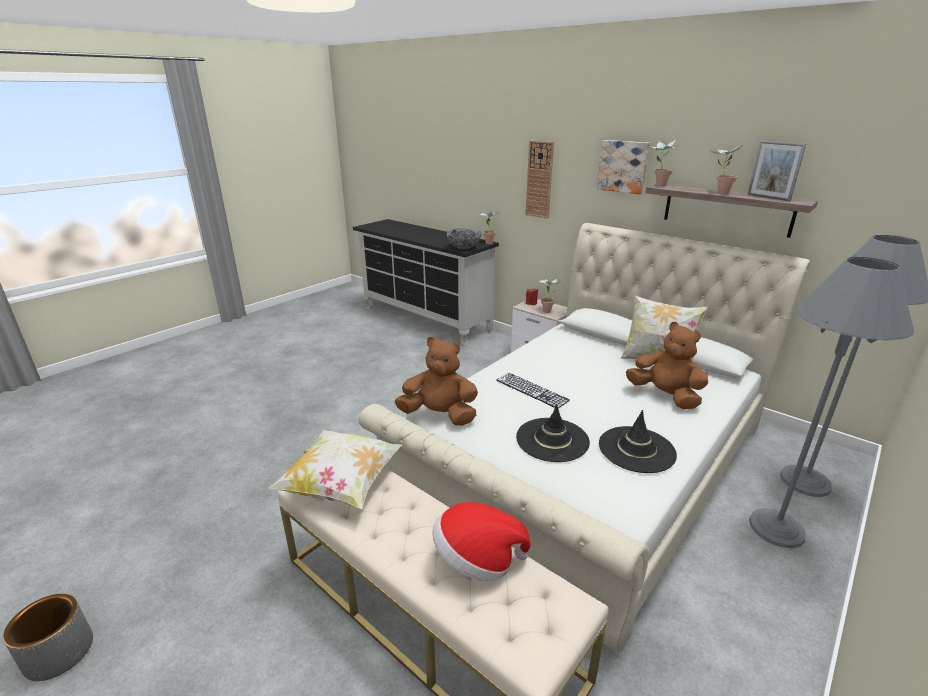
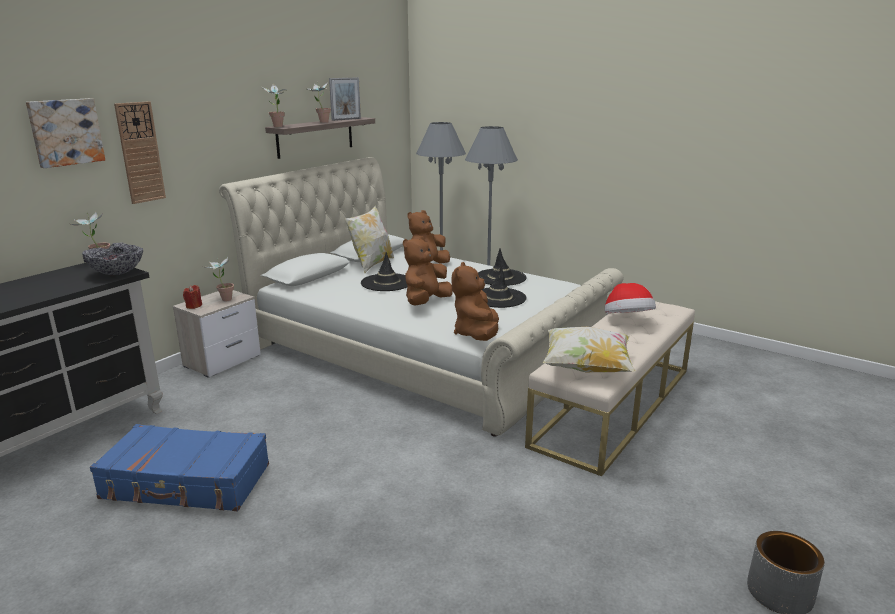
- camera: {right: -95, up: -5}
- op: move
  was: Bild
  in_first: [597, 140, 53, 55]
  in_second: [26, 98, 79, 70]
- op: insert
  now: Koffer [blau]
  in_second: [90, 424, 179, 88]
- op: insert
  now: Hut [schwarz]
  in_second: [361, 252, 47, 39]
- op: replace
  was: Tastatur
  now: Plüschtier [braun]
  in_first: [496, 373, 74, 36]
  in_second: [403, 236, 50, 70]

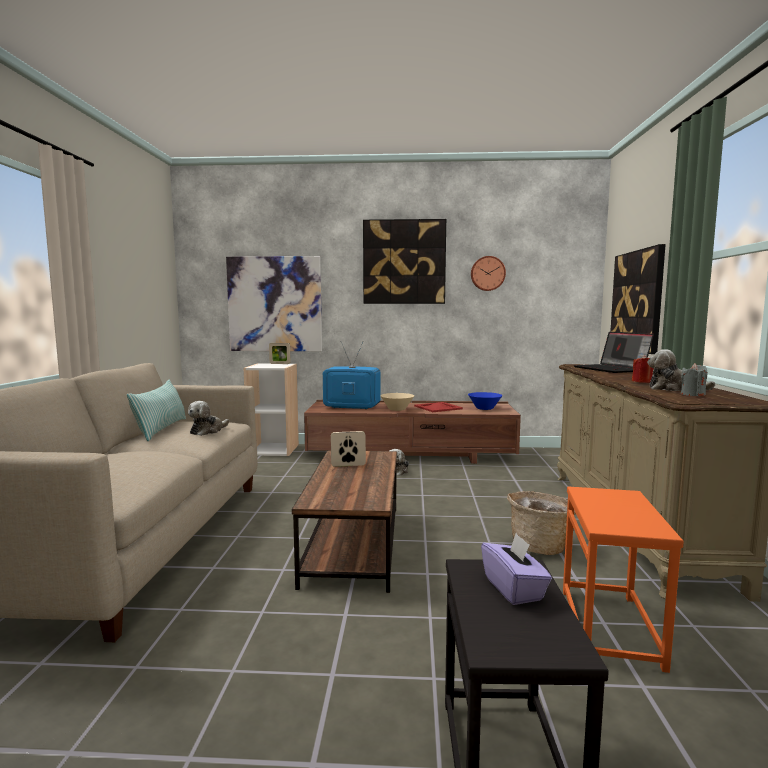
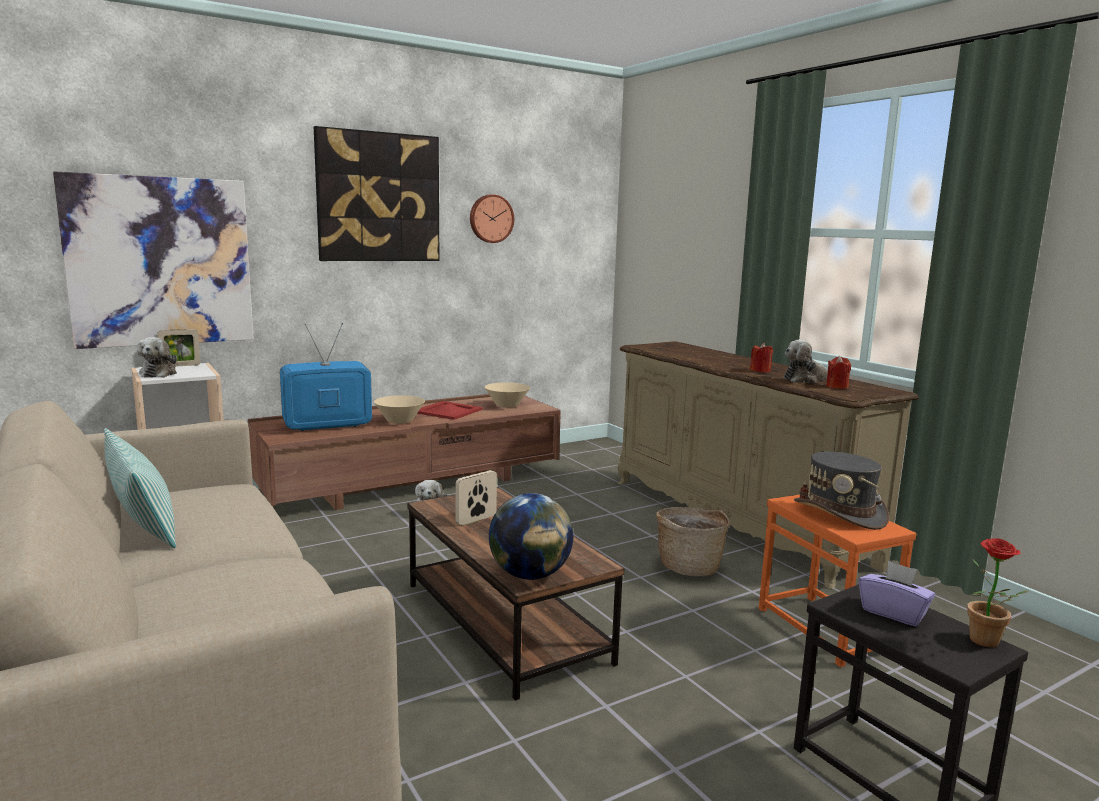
- camera: {right: -35, up: 5}
- op: move
  was: Plüschtier
  in_first: [188, 401, 41, 35]
  in_second: [137, 337, 40, 41]
- op: recolor
  was: Schüssel [blau]
  now: Schüssel [beige]
  in_first: [468, 392, 35, 18]
  in_second: [485, 382, 45, 26]
- op: insert
  now: Globus
  in_second: [489, 493, 84, 87]
- op: insert
  now: Hut [grau]
  in_second: [794, 451, 95, 79]
- op: recolor
  was: Kerze [grau]
  now: Kerze [rot]
  in_first: [681, 363, 27, 33]
  in_second: [826, 356, 25, 33]
- op: insert
  now: Topfpflanze
  in_second: [967, 538, 61, 110]
- op: delete
  was: Laptop
  in_first: [574, 332, 80, 41]
- op: delete
  was: Bild
  in_first: [610, 244, 56, 110]

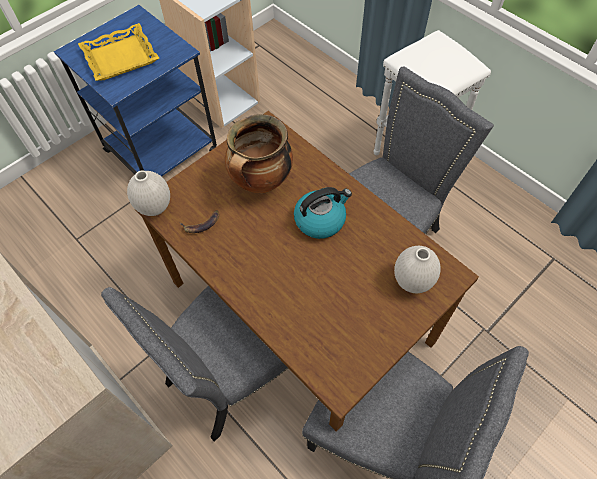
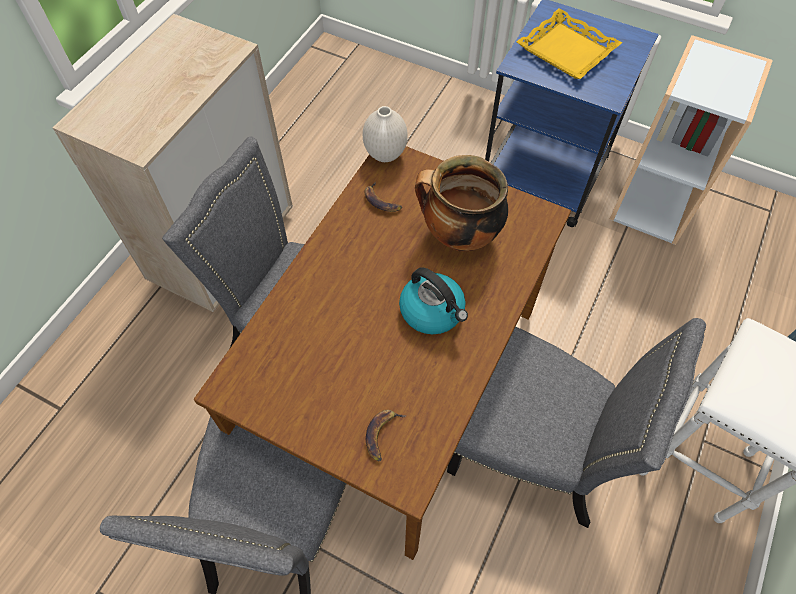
- camera: {right: 70, up: 0}
- op: replace
  was: Vase [weiß]
  now: Banane
  in_first: [394, 246, 47, 47]
  in_second: [366, 410, 41, 51]

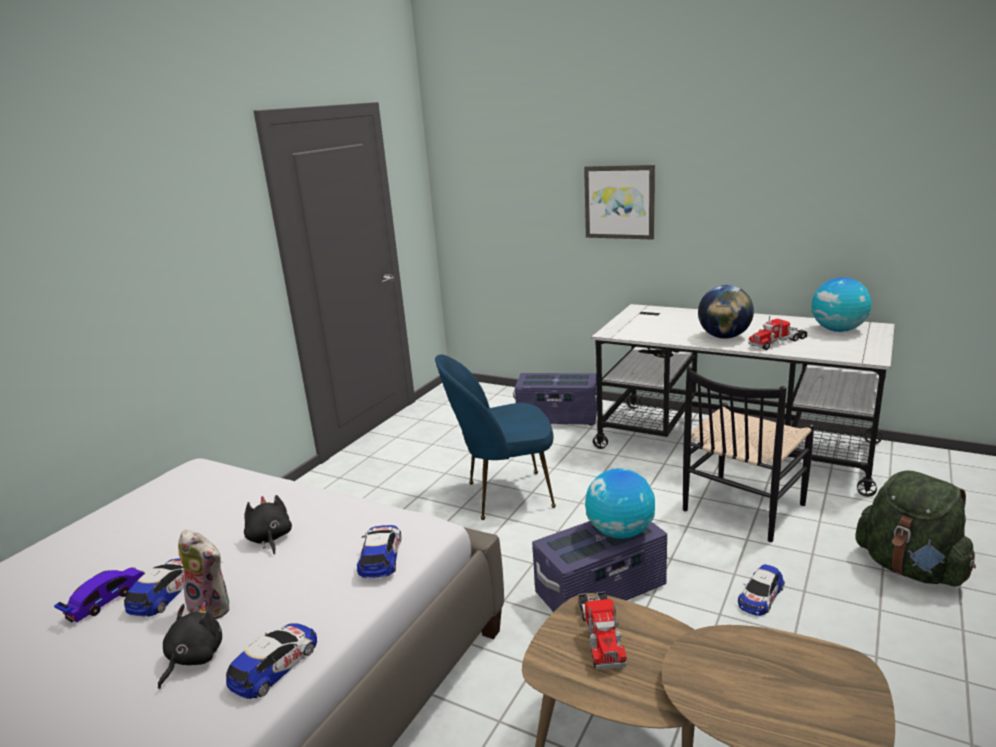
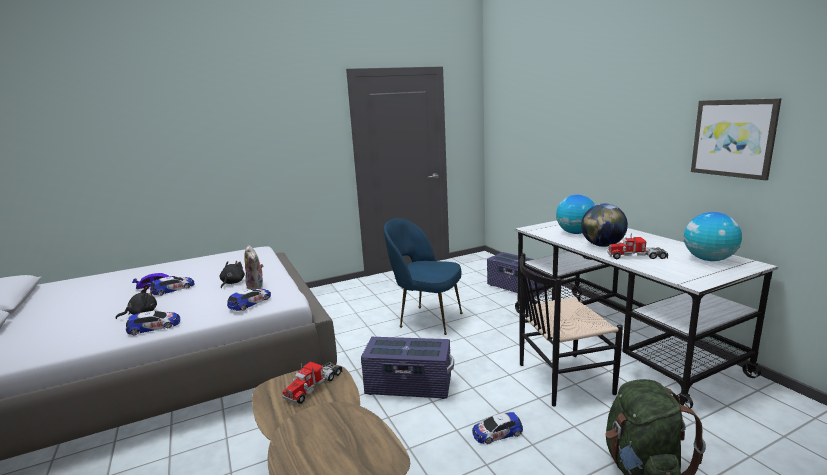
- camera: {right: 35, up: -5}
- op: move
  was: Plüschtier
  in_first: [178, 529, 51, 90]
  in_second: [245, 245, 19, 44]
- op: move
  was: Globus
  in_first: [585, 468, 70, 71]
  in_second: [556, 195, 39, 39]
- op: move
  was: Bild
  in_first: [584, 165, 71, 75]
  in_second: [691, 98, 91, 82]

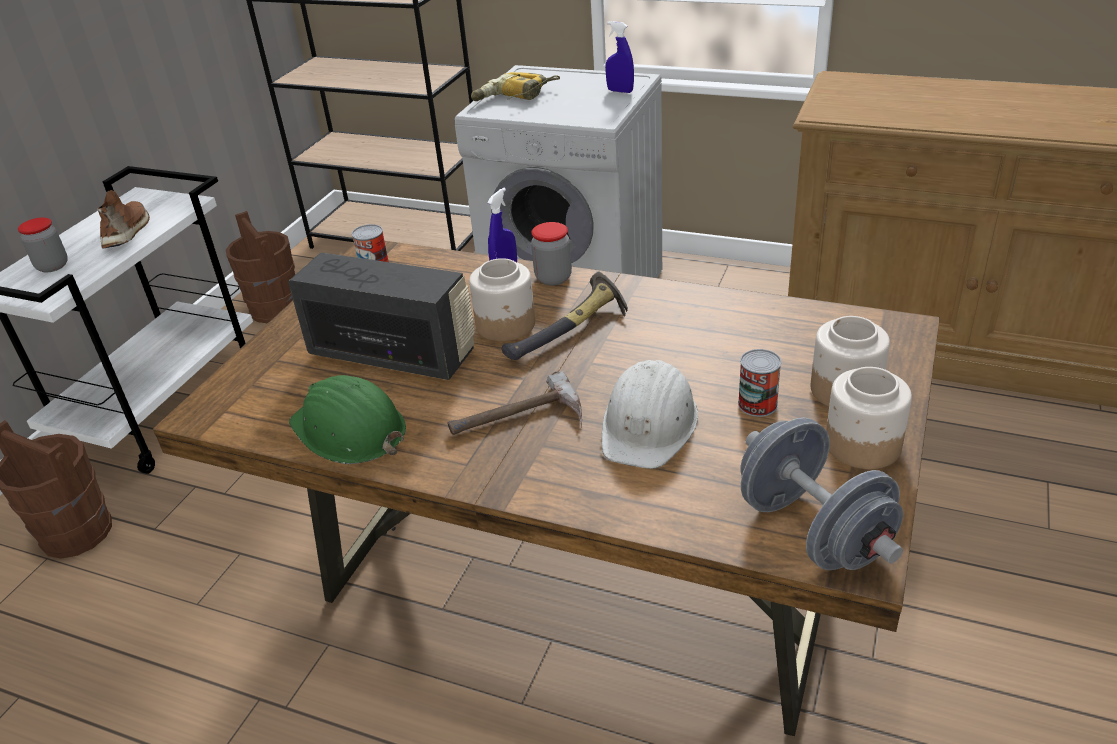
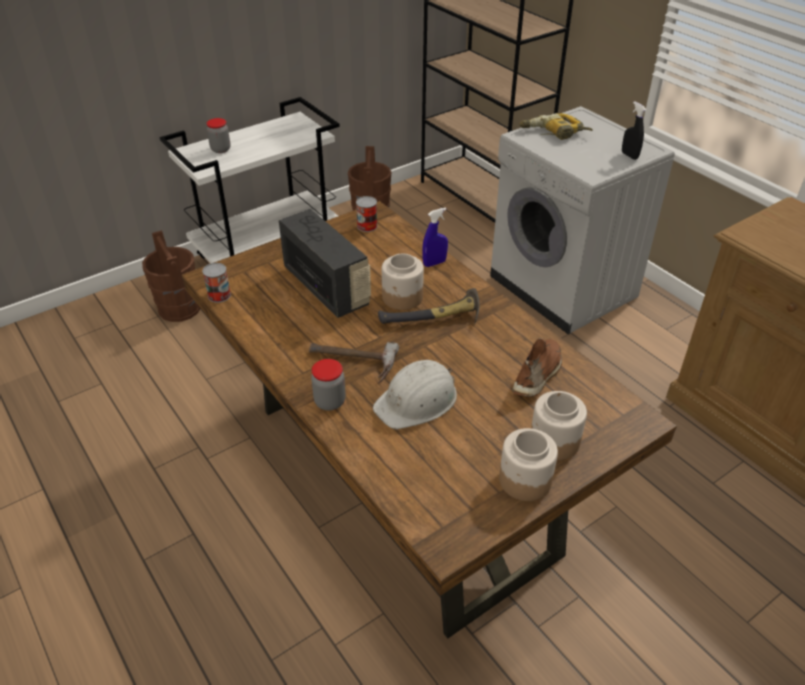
- camera: {right: 30, up: 5}
- op: move
  was: Dose
  in_first: [738, 349, 43, 68]
  in_second: [202, 263, 29, 40]
- op: move
  was: Vorratsglas
  in_first: [531, 222, 41, 63]
  in_second: [311, 359, 35, 52]
- op: move
  was: Schuh [braun]
  in_first: [97, 190, 53, 59]
  in_second: [512, 338, 50, 59]
- op: recolor
  was: Sprühflasche [blau]
  now: Sprühflasche [schwarz]
  in_first: [605, 21, 29, 72]
  in_second: [622, 101, 24, 59]
- op: delete
  was: Schutzhelm [grün]
  in_first: [289, 375, 117, 89]
- op: delete
  was: Hantel [grau]
  in_first: [741, 418, 162, 152]

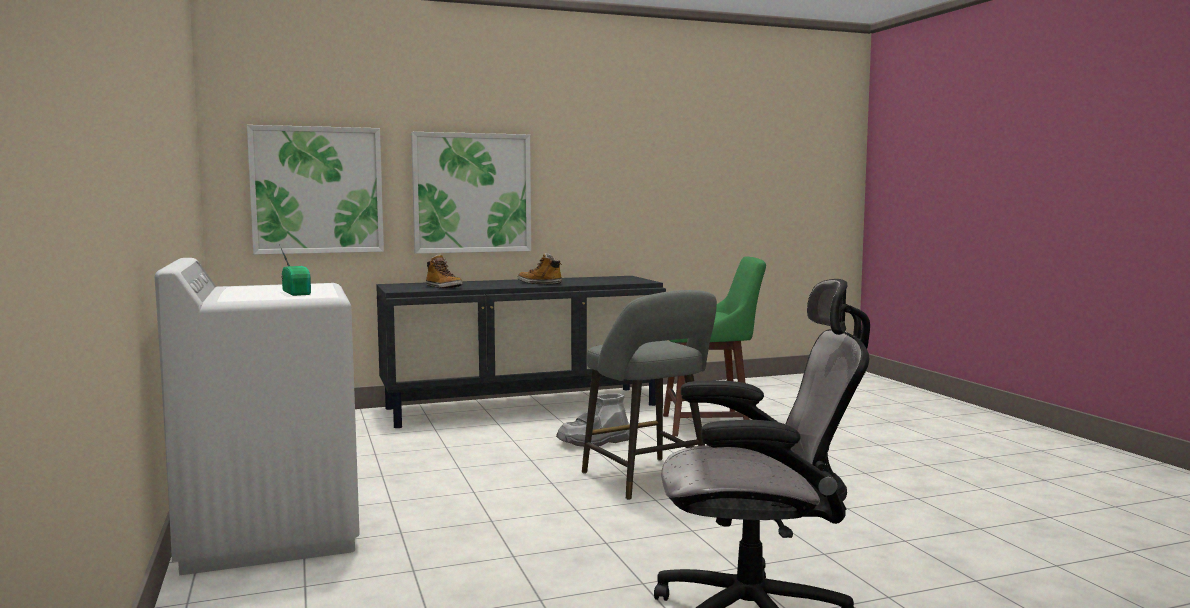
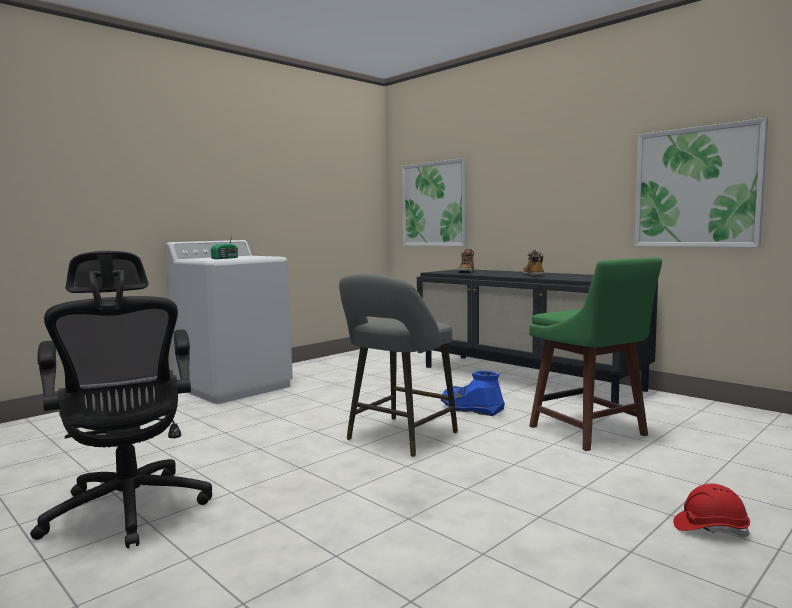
- camera: {right: 65, up: 0}
- op: recolor
  was: Stiefel [grau]
  now: Stiefel [blau]
  in_first: [556, 393, 74, 54]
  in_second: [440, 371, 65, 45]
- op: move
  was: Bild
  in_first: [411, 132, 120, 122]
  in_second: [634, 118, 134, 129]
- op: insert
  now: Schutzhelm [rot]
  in_second: [673, 484, 77, 53]

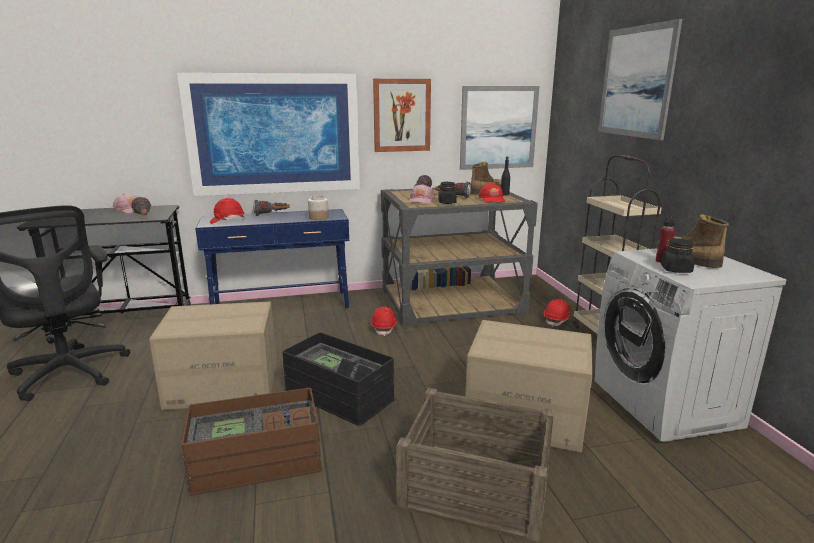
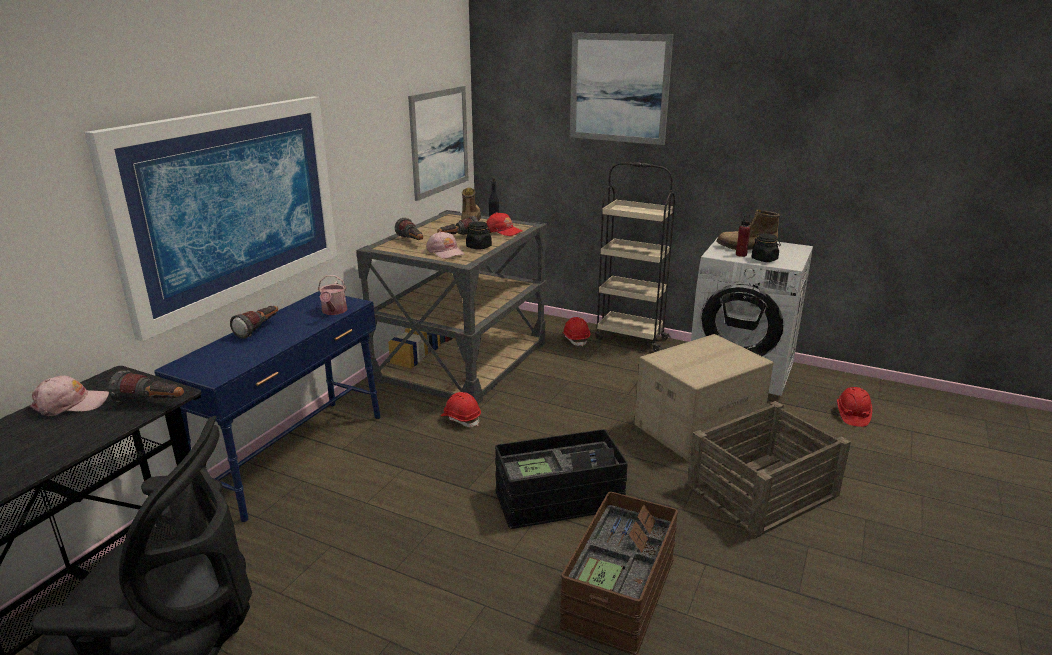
- camera: {right: -50, up: 5}
- op: replace
  was: Vorratsglas
  now: Gießkanne
  in_first: [308, 195, 21, 25]
  in_second: [318, 275, 29, 40]
- op: move
  was: Schutzhelm [rot]
  in_first: [210, 198, 35, 26]
  in_second: [837, 387, 36, 40]
- op: delete
  was: Karton
  in_first: [149, 302, 128, 108]
- op: delete
  was: Bild
  in_first: [373, 79, 58, 73]

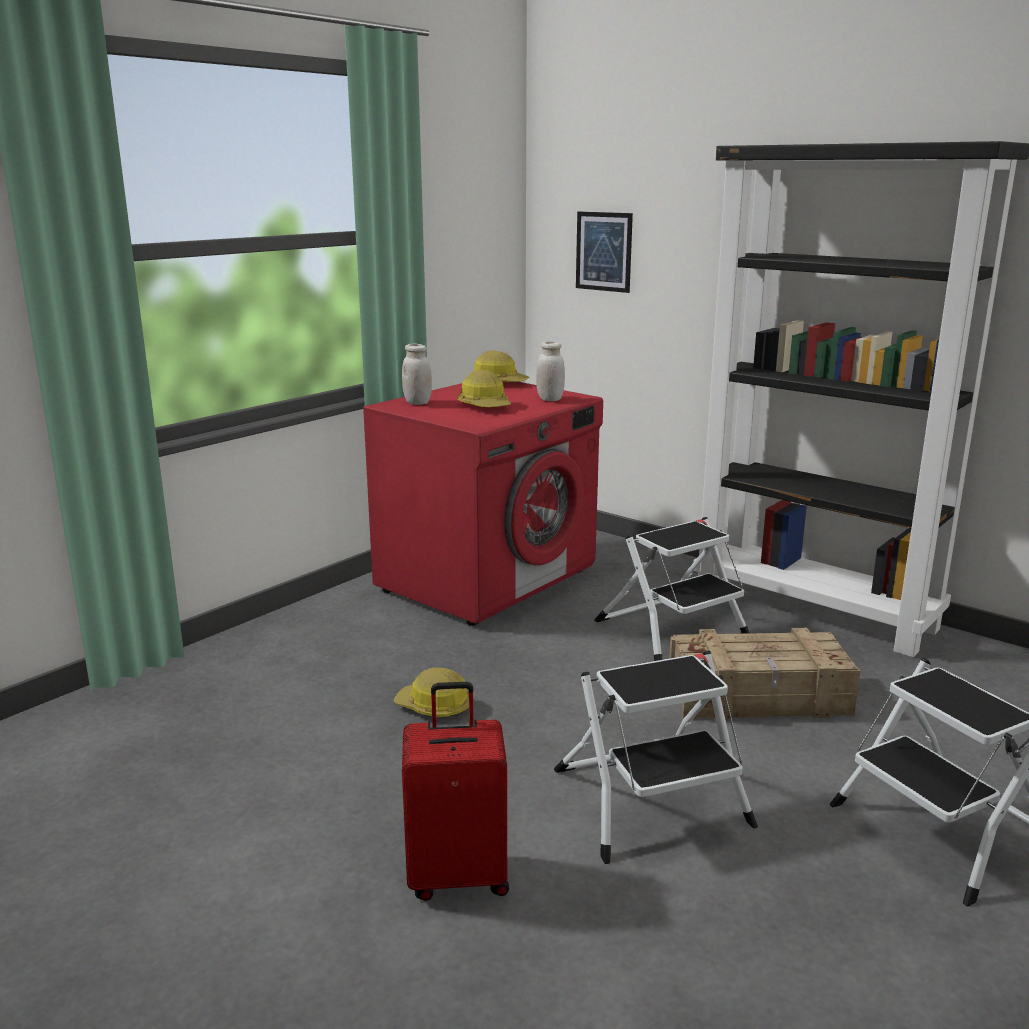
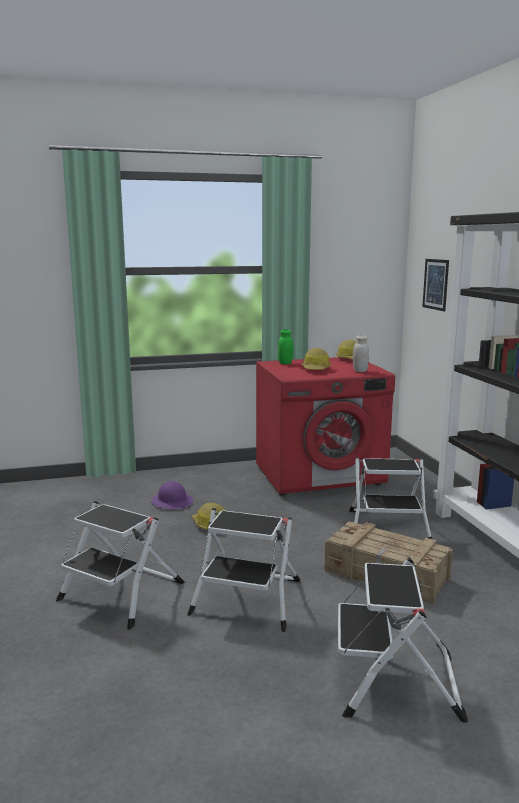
- camera: {right: 35, up: -5}
- op: replace
  was: Koffer [rot]
  now: Trittleiter
  in_first: [402, 682, 107, 219]
  in_second: [56, 501, 129, 129]
- op: insert
  now: Schutzhelm [lila]
  in_second: [151, 481, 42, 29]
- op: recolor
  was: Vorratsglas [weiß]
  now: Vorratsglas [grün]
  in_first: [402, 344, 30, 61]
  in_second: [278, 329, 16, 35]

